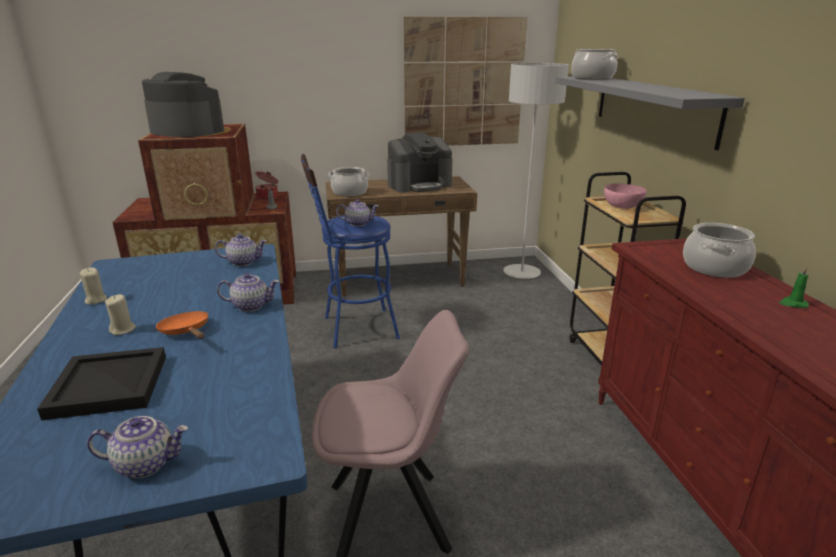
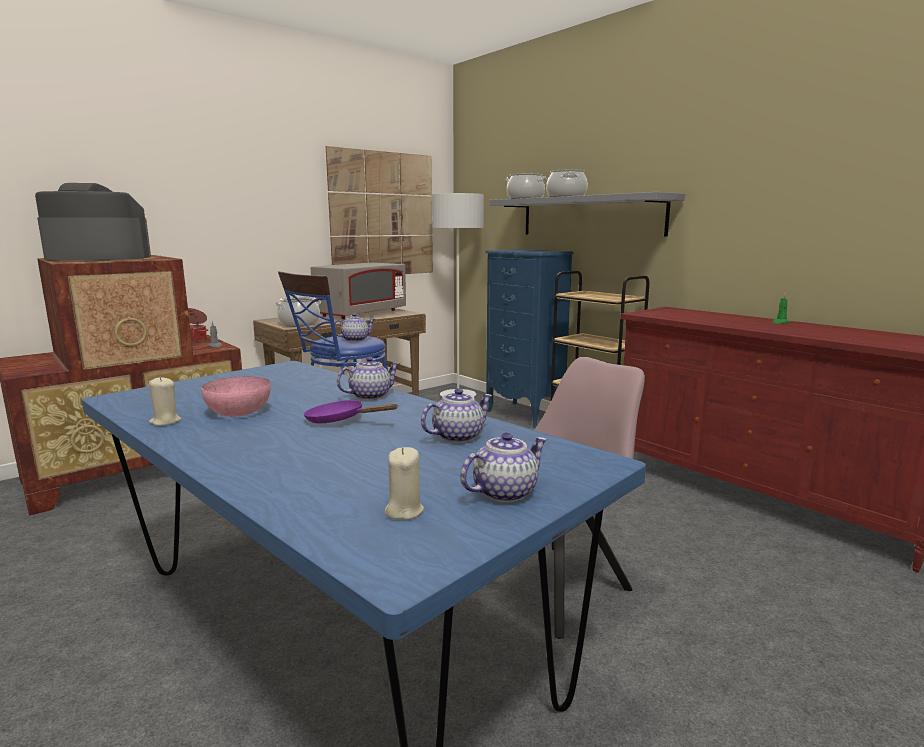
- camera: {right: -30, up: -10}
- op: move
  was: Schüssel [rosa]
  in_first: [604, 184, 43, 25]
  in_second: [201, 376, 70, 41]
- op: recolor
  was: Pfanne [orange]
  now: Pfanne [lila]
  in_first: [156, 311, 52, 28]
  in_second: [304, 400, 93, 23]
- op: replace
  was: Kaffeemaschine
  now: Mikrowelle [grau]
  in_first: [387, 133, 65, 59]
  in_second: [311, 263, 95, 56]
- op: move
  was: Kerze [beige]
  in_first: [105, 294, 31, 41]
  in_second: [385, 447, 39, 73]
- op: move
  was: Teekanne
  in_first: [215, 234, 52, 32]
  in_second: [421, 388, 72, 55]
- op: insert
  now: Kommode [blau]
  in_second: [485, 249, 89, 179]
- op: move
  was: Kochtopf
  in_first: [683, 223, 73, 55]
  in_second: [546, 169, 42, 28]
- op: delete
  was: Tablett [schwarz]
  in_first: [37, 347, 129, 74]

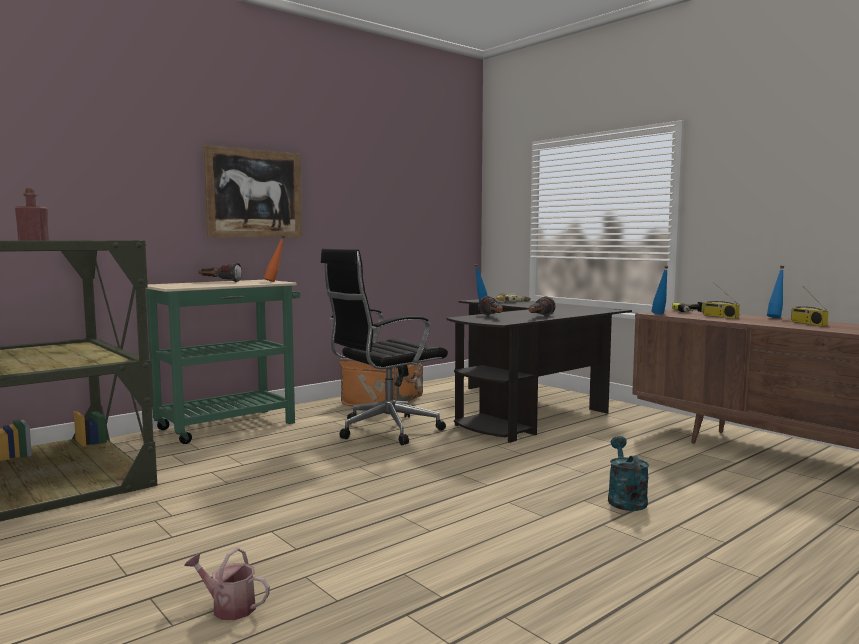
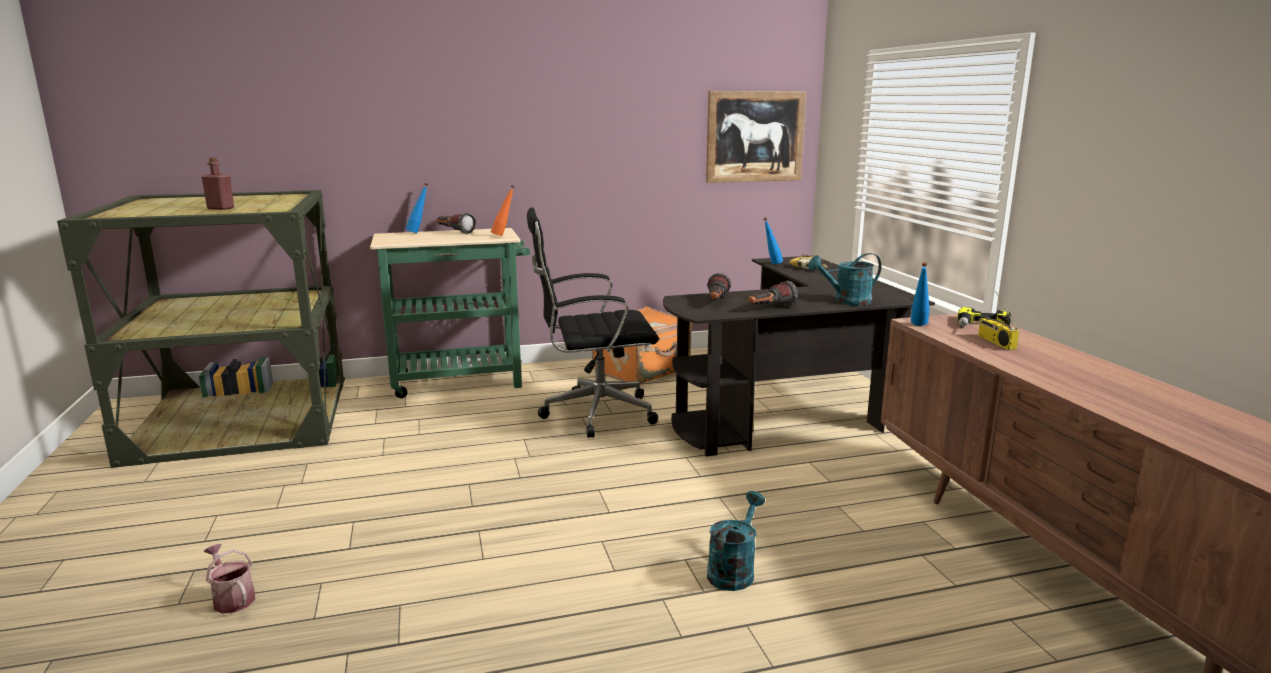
- camera: {right: 25, up: 10}
- op: move
  was: Flasche [blau]
  in_first: [767, 266, 17, 52]
  in_second: [406, 183, 22, 50]
- op: move
  was: Bild
  in_first: [203, 145, 99, 93]
  in_second: [706, 91, 100, 92]
- op: insert
  now: Gießkanne [türkis]
  in_second: [808, 253, 74, 53]
- op: delete
  was: Radio
  in_first: [791, 286, 38, 40]

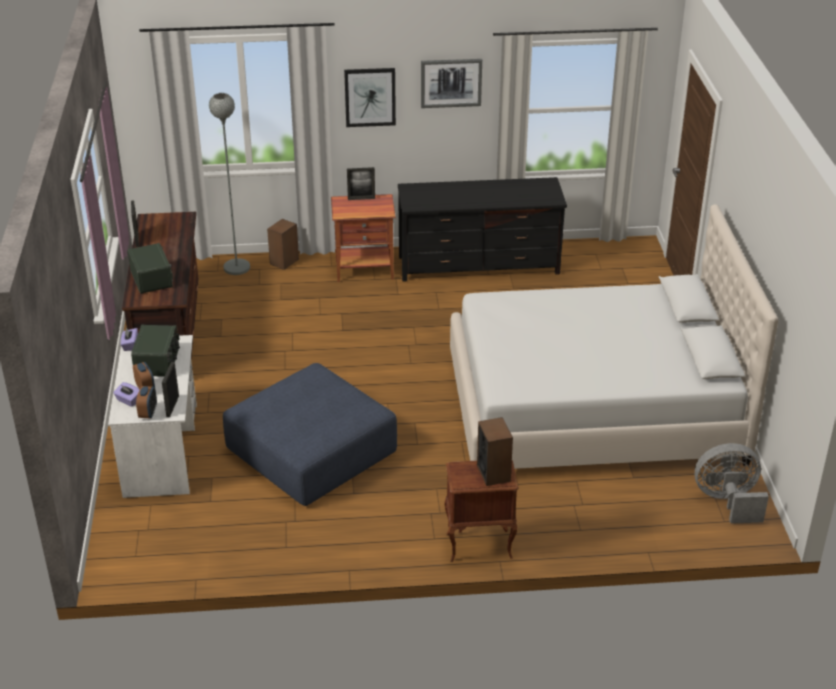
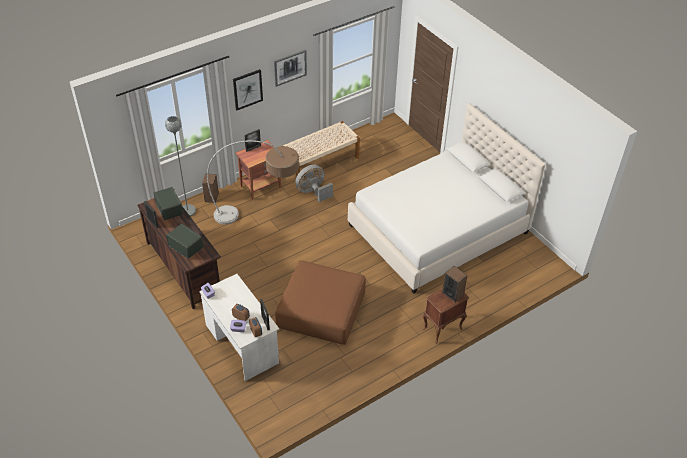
- camera: {right: -30, up: 10}
- op: move
  was: Radio
  in_first: [131, 325, 49, 52]
  in_second: [154, 187, 29, 33]
- op: insert
  now: Stehlampe
  in_second: [207, 140, 92, 85]
- op: recolor
  was: Polsterhocker [blau]
  now: Polsterhocker [braun]
  in_first: [223, 363, 174, 143]
  in_second: [275, 260, 91, 85]
- op: replace
  was: Kommode [schwarz]
  now: Bank [beige]
  in_first: [398, 177, 169, 105]
  in_second: [282, 121, 78, 64]
- op: move
  was: Ventilator [grau]
  in_first: [695, 443, 74, 81]
  in_second: [295, 165, 38, 37]

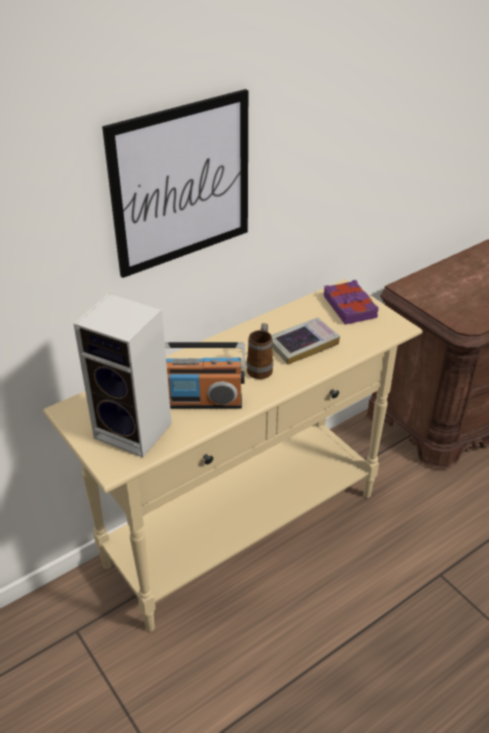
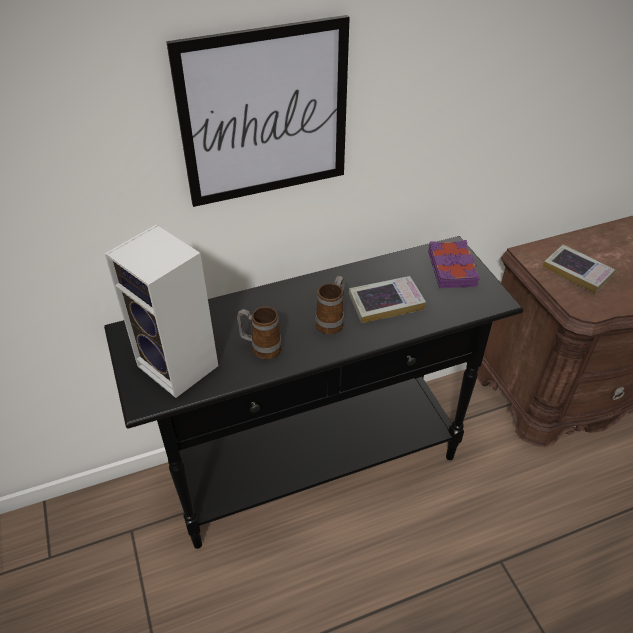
- camera: {right: 15, up: 5}
- op: recolor
  was: Konsolentisch [beige]
  now: Konsolentisch [schwarz]
  in_first: [43, 279, 379, 353]
  in_second: [104, 236, 419, 313]
- op: replace
  was: Radio
  now: Henkelbecher
  in_first: [165, 342, 81, 67]
  in_second: [237, 306, 45, 53]
- op: insert
  now: Buch
  in_second: [543, 244, 72, 50]

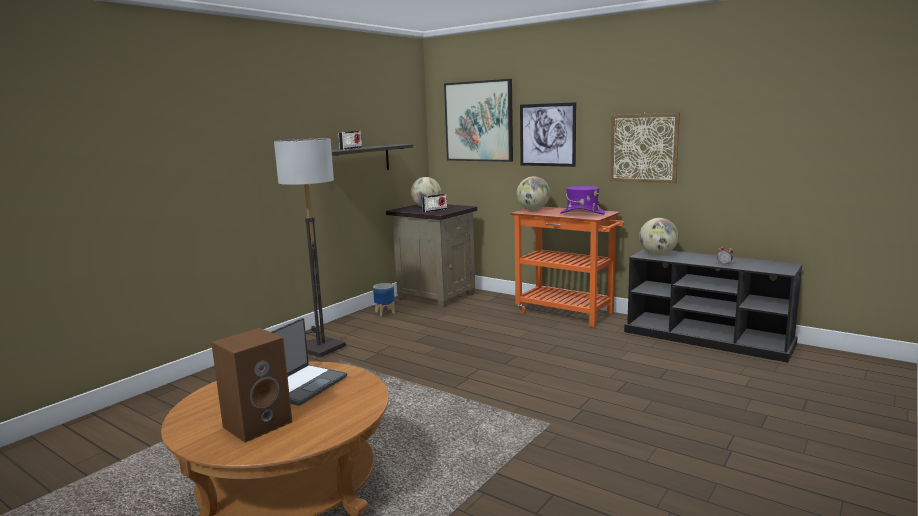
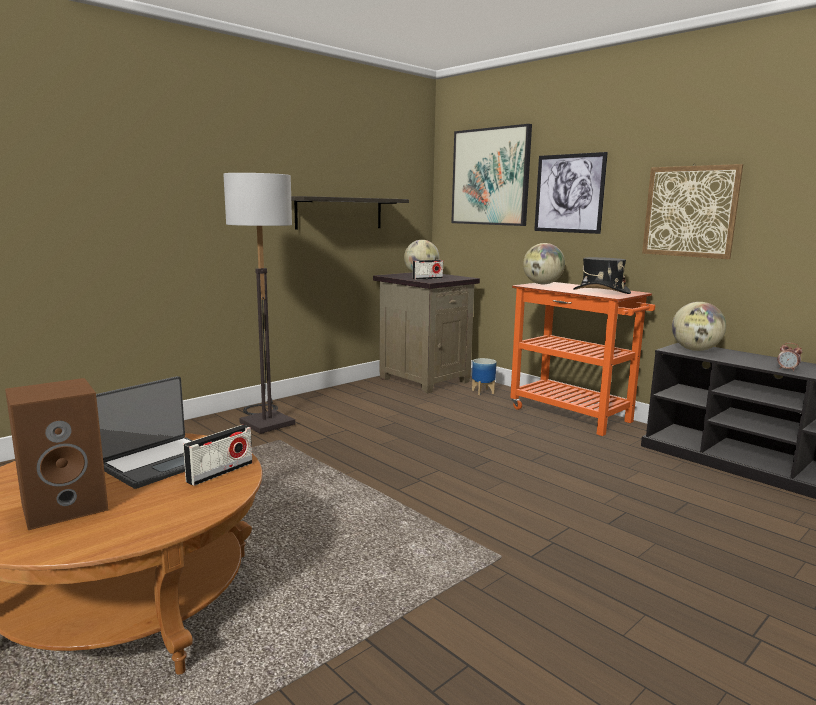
- camera: {right: 10, up: 0}
- op: move
  was: Radio
  in_first: [338, 131, 24, 19]
  in_second: [183, 425, 69, 61]
- op: move
  was: Pflanzkübel
  in_first: [373, 283, 22, 33]
  in_second: [472, 358, 24, 37]
- op: recolor
  was: Hut [lila]
  now: Hut [schwarz]
  in_first: [560, 186, 45, 29]
  in_second: [573, 257, 58, 37]

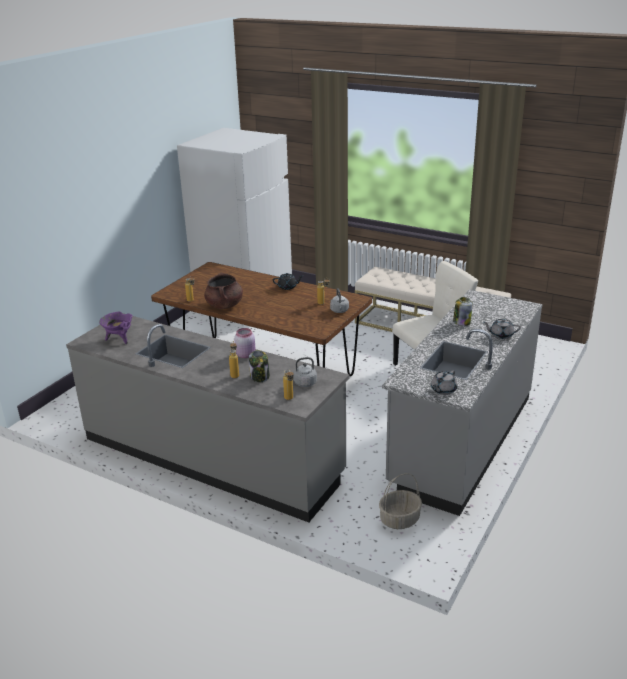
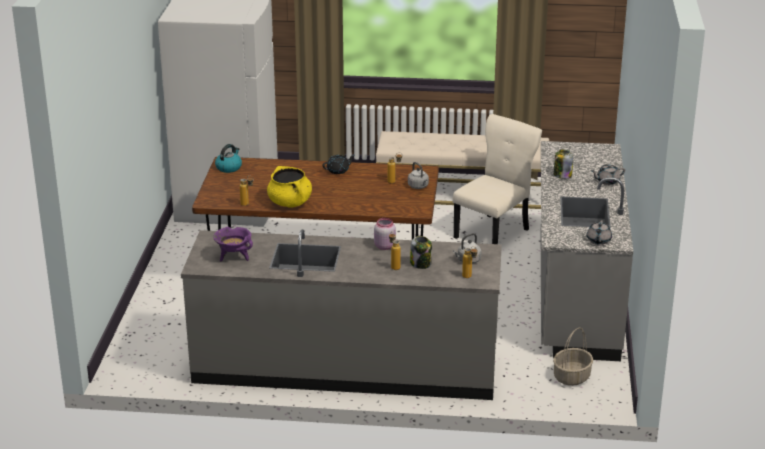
- camera: {right: -25, up: 0}
- op: insert
  now: Wasserkessel
  in_second: [215, 144, 27, 29]
- op: recolor
  was: Kochtopf [braun]
  now: Kochtopf [gelb]
  in_first: [204, 273, 39, 36]
  in_second: [267, 166, 45, 41]

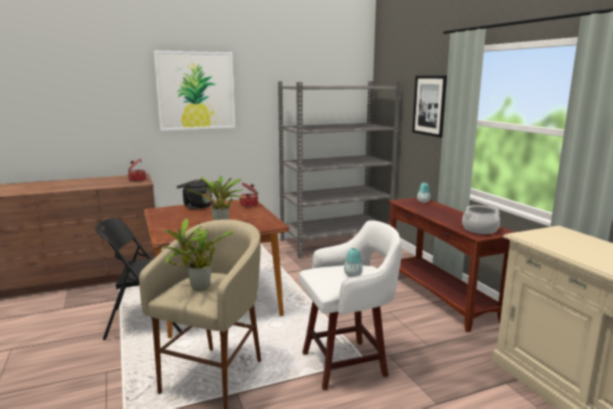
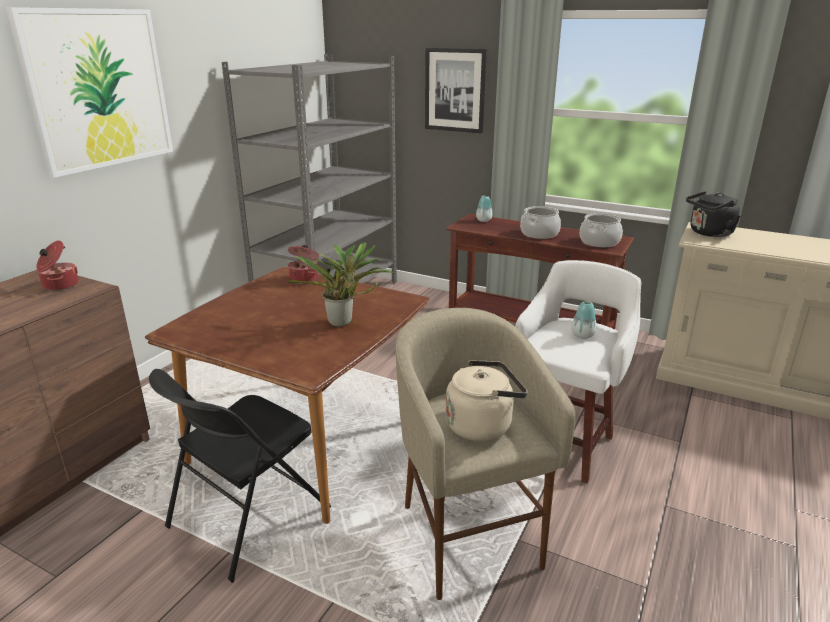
- camera: {right: -40, up: 10}
- op: replace
  was: Topfpflanze
  now: Wasserkessel [beige]
  in_first: [162, 218, 72, 72]
  in_second: [446, 360, 82, 81]
- op: insert
  now: Kochtopf
  in_second: [520, 206, 41, 33]
- op: move
  was: Wasserkessel [schwarz]
  in_first: [176, 179, 36, 30]
  in_second: [686, 191, 54, 46]

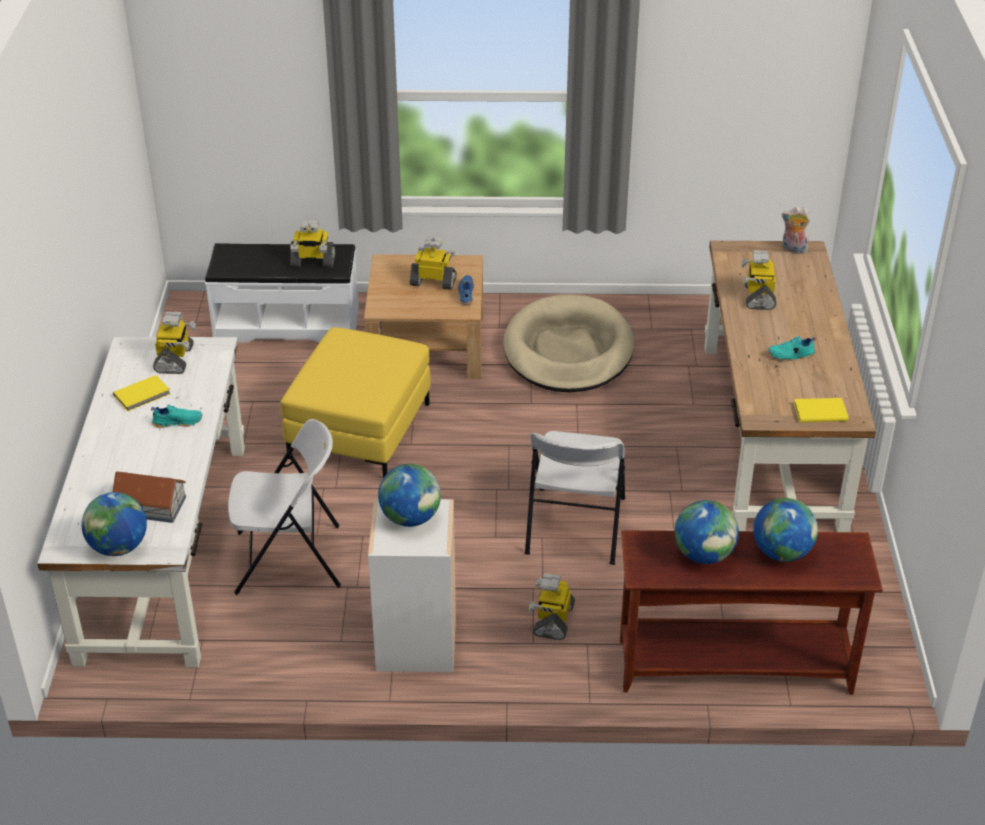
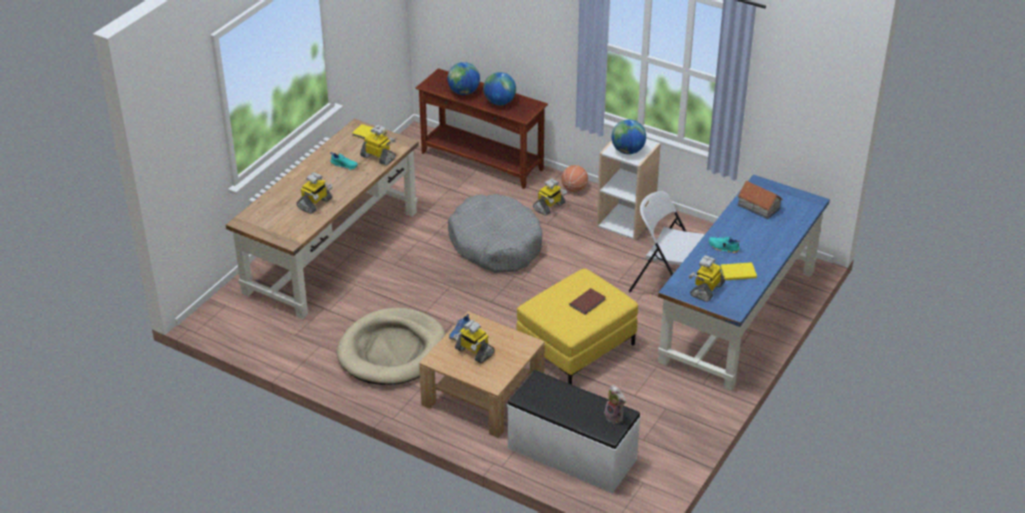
- camera: {right: -150, up: 0}
- op: move
  was: Spielzeugroboter
  in_first: [290, 219, 45, 49]
  in_second: [360, 125, 36, 41]
- op: replace
  was: Stuhl [weiß]
  now: Hundebett [grau]
  in_first: [525, 431, 101, 134]
  in_second: [448, 194, 95, 79]
- op: insert
  now: Basketball
  in_second: [561, 165, 27, 27]
- op: insert
  now: Buch [braun]
  in_second: [569, 288, 37, 27]
- op: move
  was: Plüschtier
  in_first: [782, 207, 28, 47]
  in_second: [605, 385, 21, 39]
- op: recolor
  was: Schreibtisch [weiß]
  now: Schreibtisch [blau]
  in_first: [37, 336, 208, 332]
  in_second: [658, 175, 172, 216]
- op: delete
  was: Globus
  in_first: [81, 492, 66, 64]

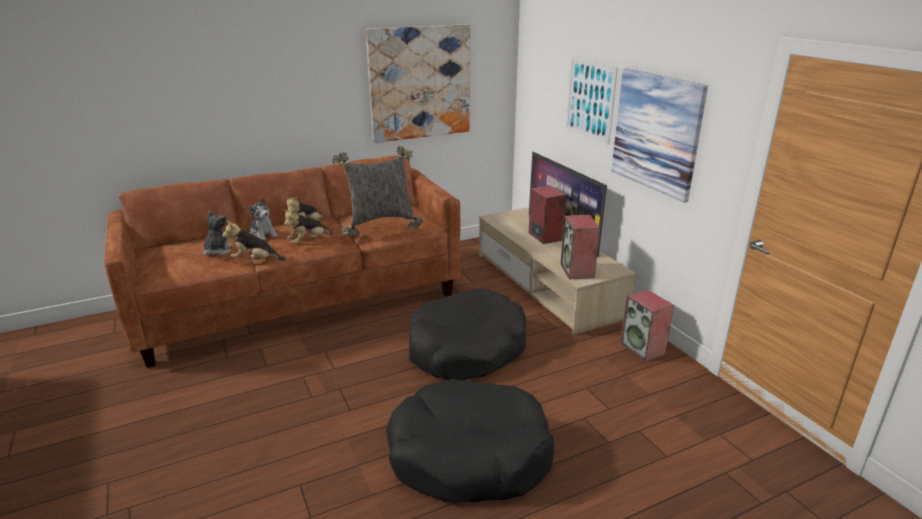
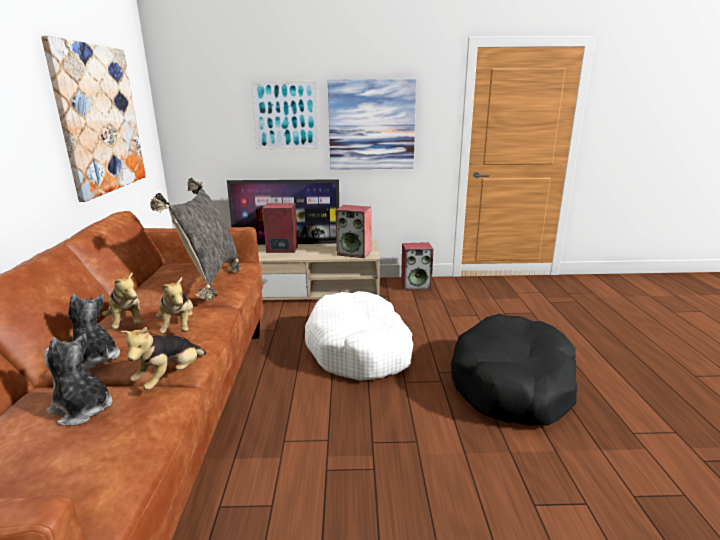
- camera: {right: -65, up: -5}
- op: rotate
  was: Plüschtier
  in_first: [248, 198, 30, 43]
  in_second: [68, 294, 52, 76]
  clockwise: -120
- op: recolor
  was: Hundebett [schwarz]
  now: Hundebett [weiß]
  in_first: [409, 288, 117, 92]
  in_second: [305, 291, 108, 90]

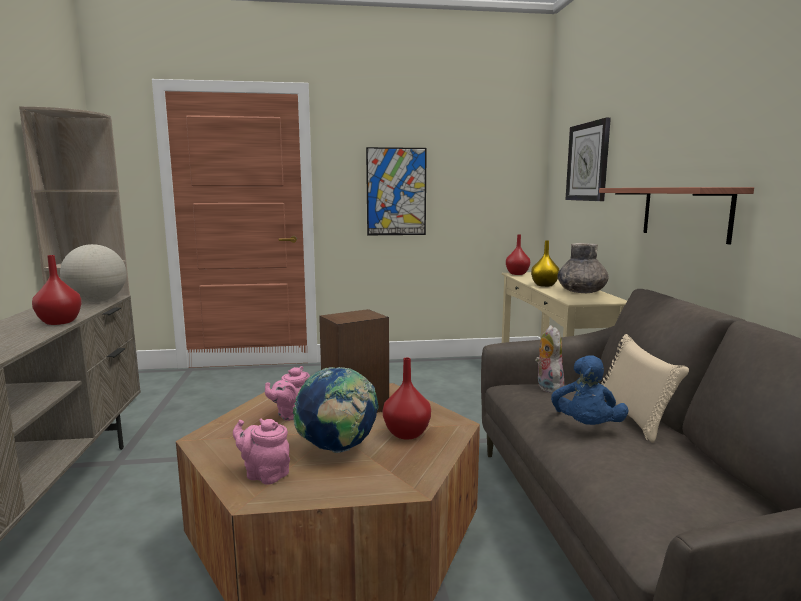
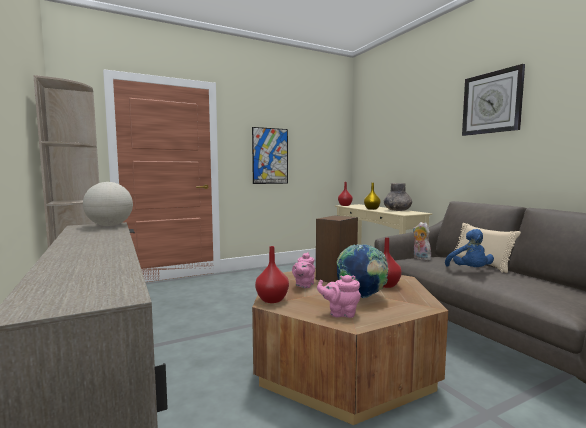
- camera: {right: -20, up: -5}
- op: move
  was: Vase [rot]
  in_first: [32, 255, 50, 70]
  in_second: [255, 246, 34, 57]
- op: move
  was: Wanduhr
  in_first: [565, 118, 46, 83]
  in_second: [462, 64, 63, 72]
- op: delete
  was: Wandregal
  in_first: [599, 187, 155, 57]

